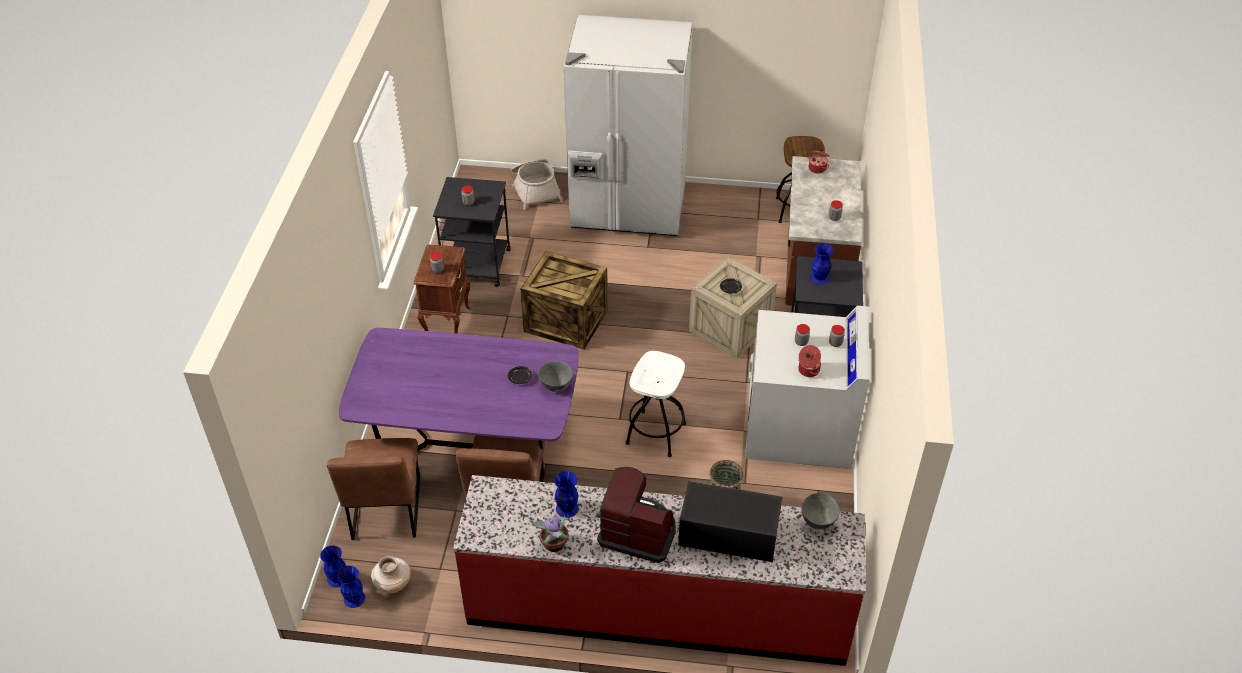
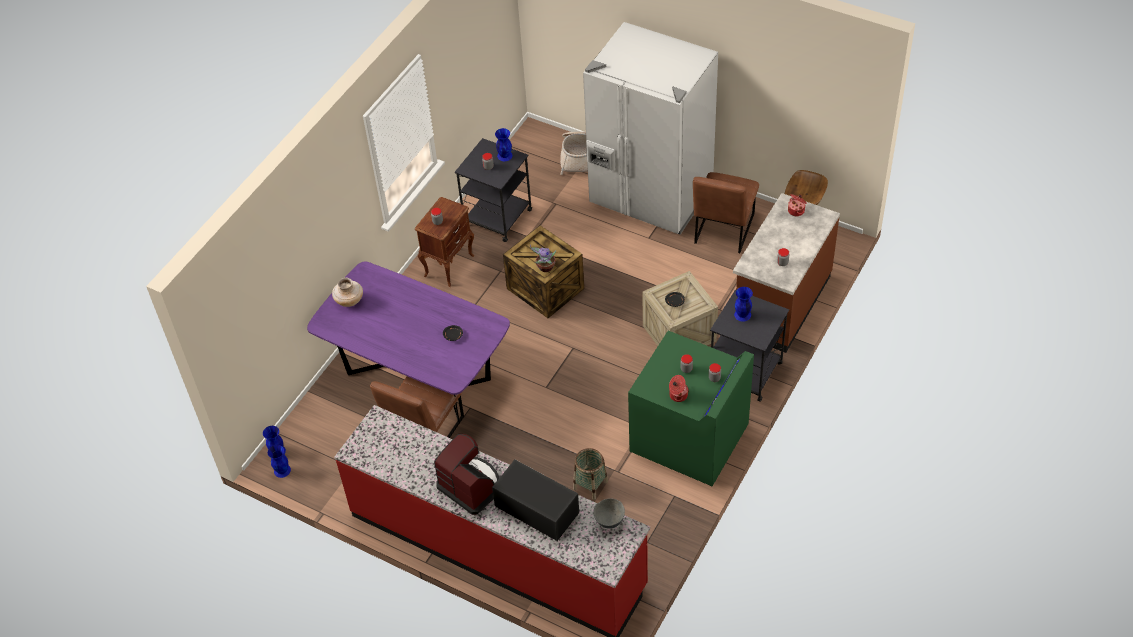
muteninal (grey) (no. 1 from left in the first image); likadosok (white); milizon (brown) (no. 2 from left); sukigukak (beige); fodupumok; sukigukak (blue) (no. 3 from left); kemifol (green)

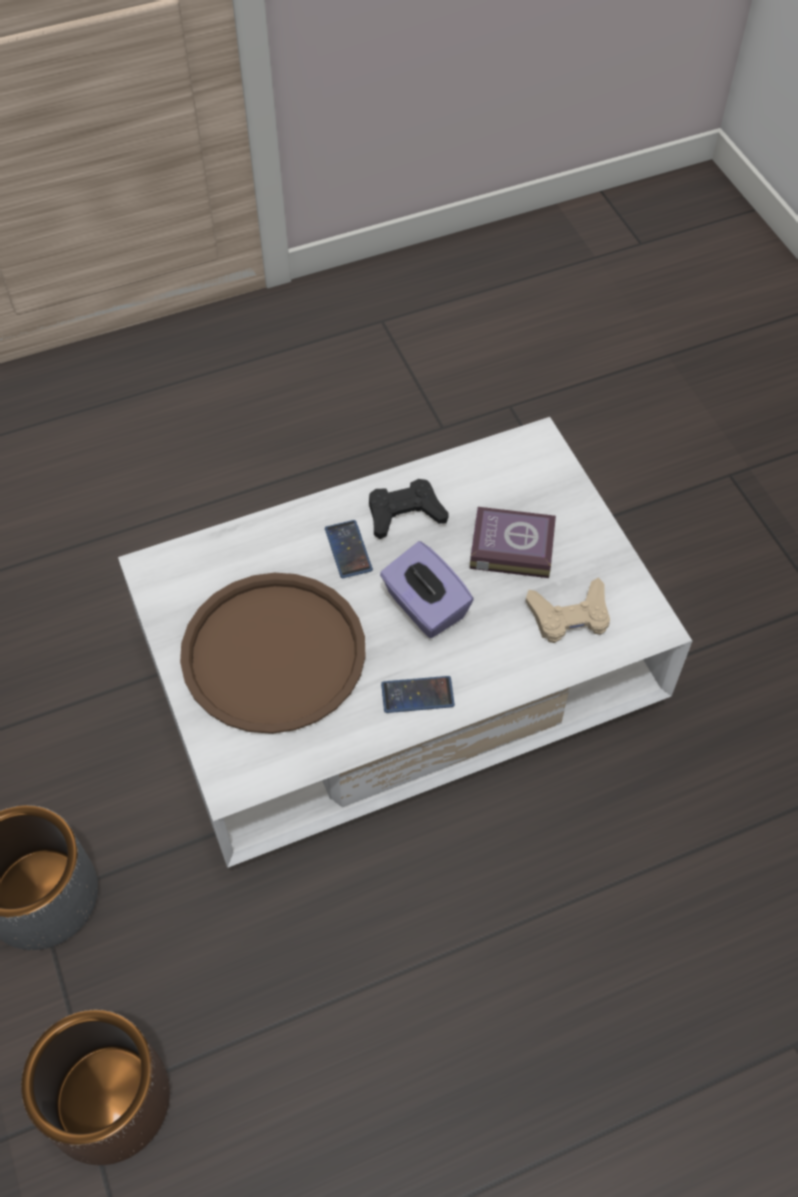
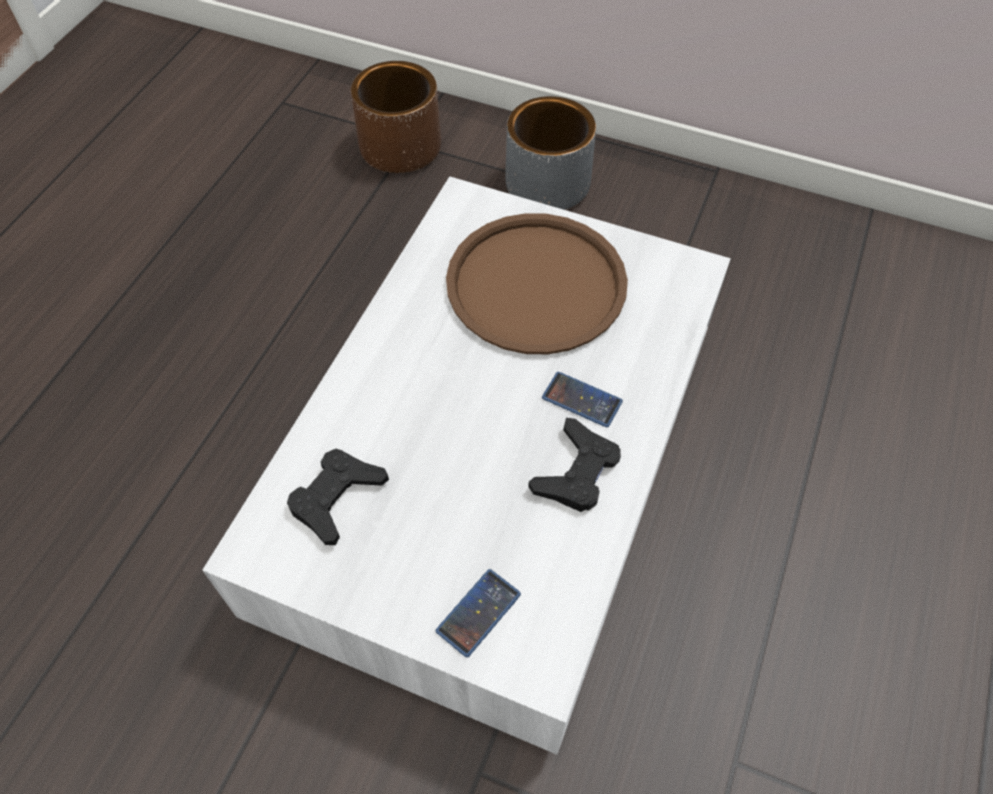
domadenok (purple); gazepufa; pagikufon (no. 1 from left); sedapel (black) (no. 1 from left)

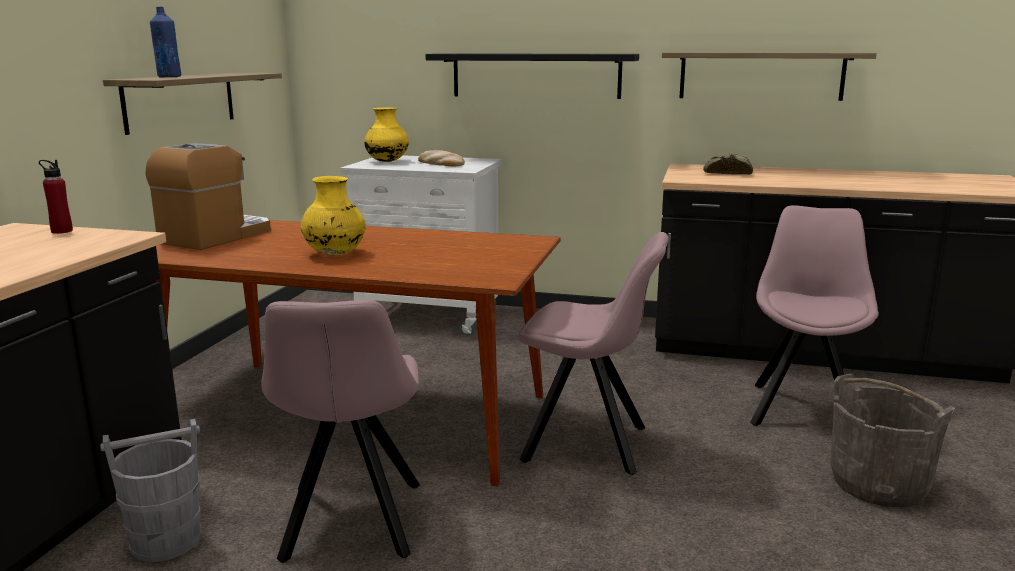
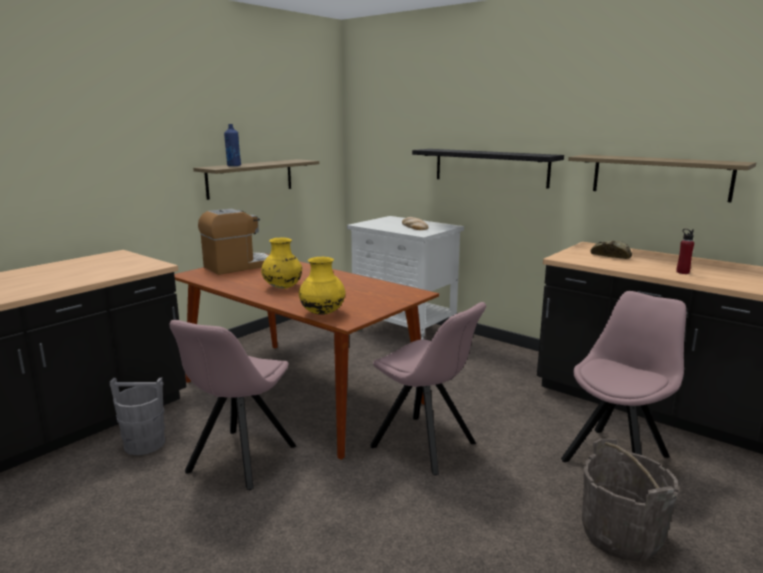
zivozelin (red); sukigukak (yellow) (no. 2 from left)

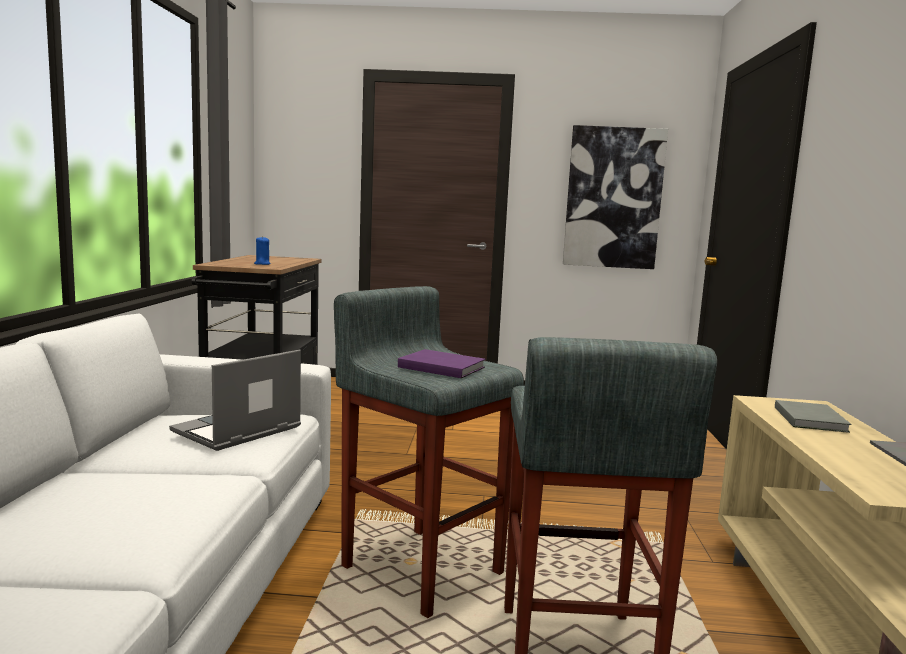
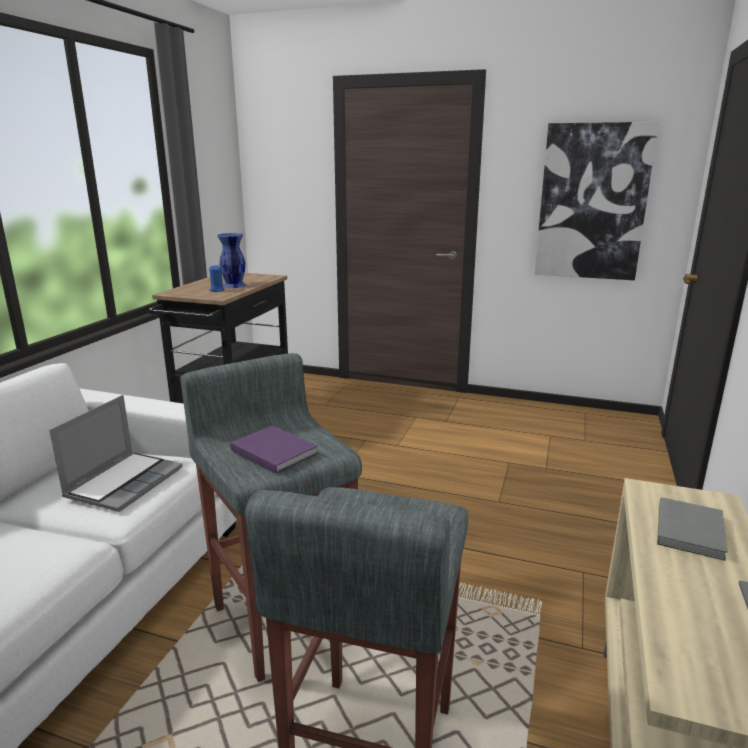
sukigukak (blue); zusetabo

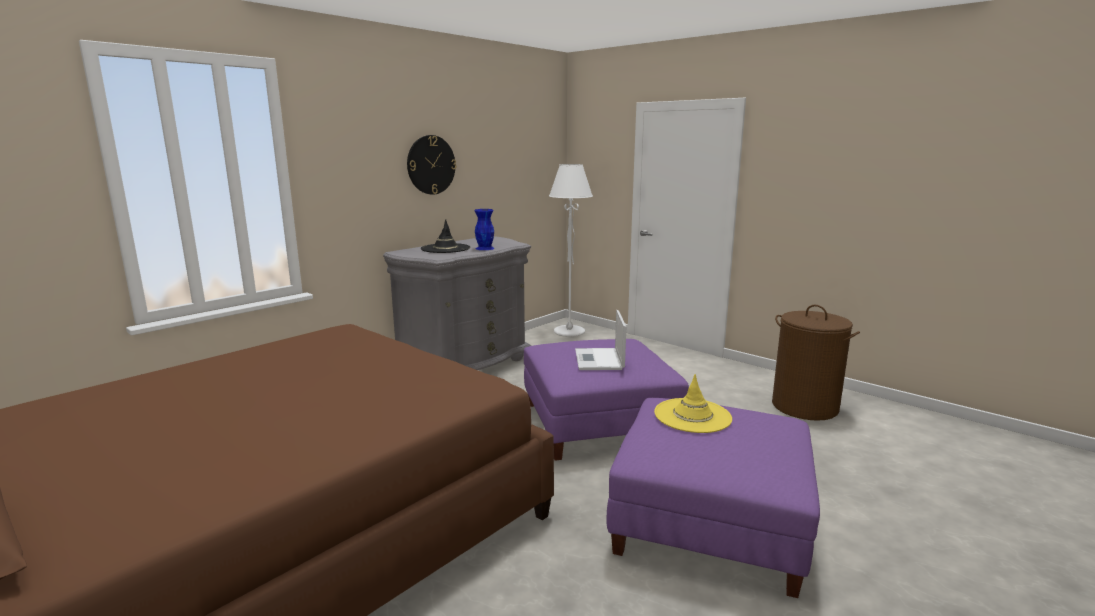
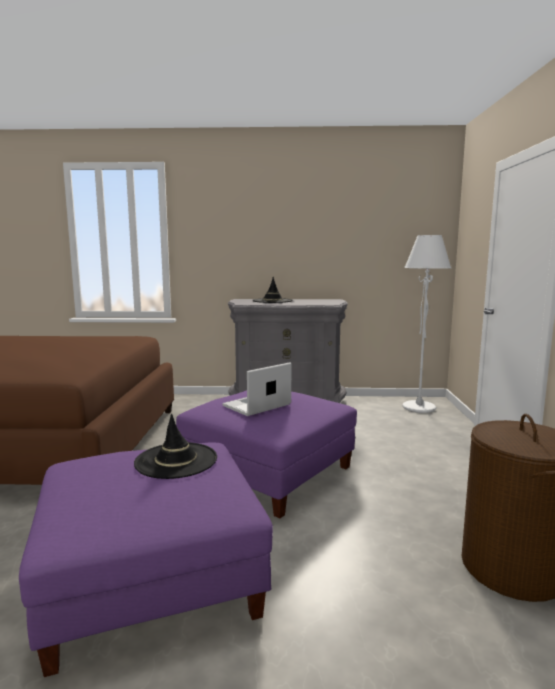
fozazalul; sukigukak (blue); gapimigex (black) (no. 1 from left)

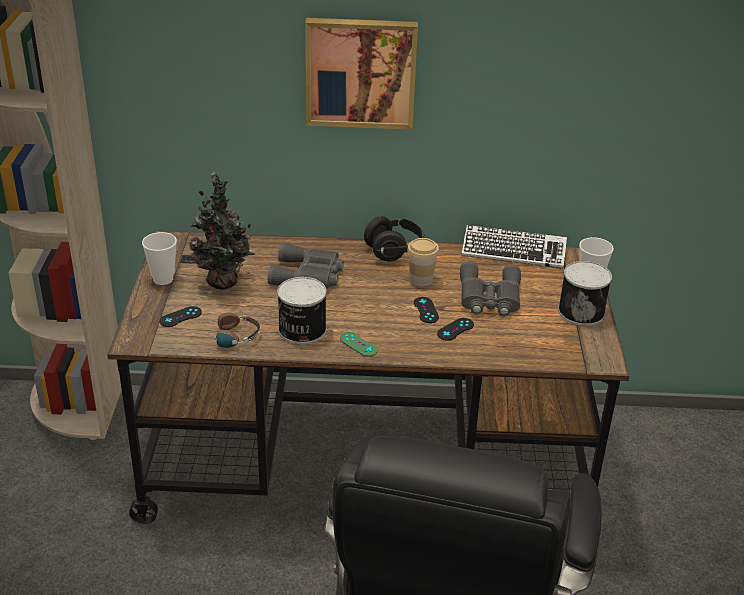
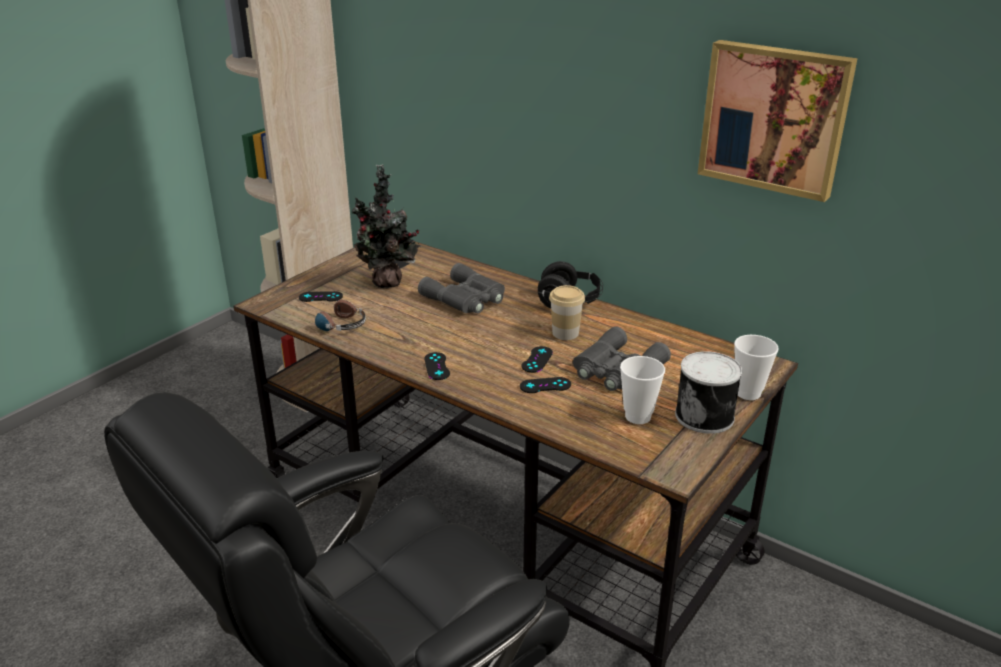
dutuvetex (no. 1 from left in the first image); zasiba; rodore (no. 2 from left); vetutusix; sedapel (black) (no. 2 from left)

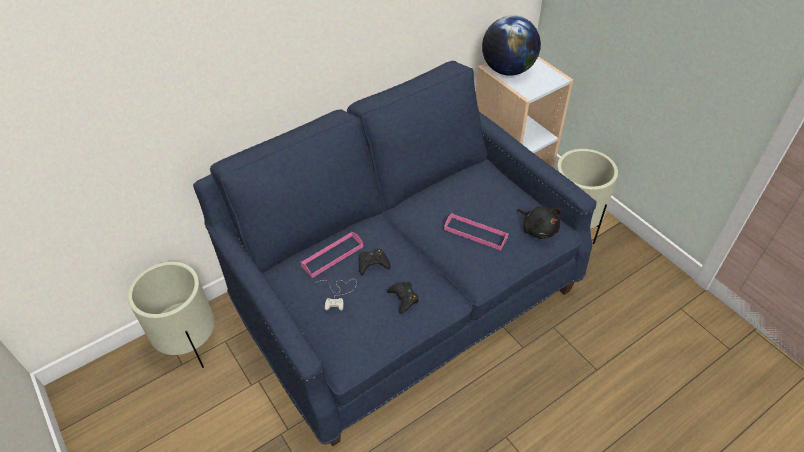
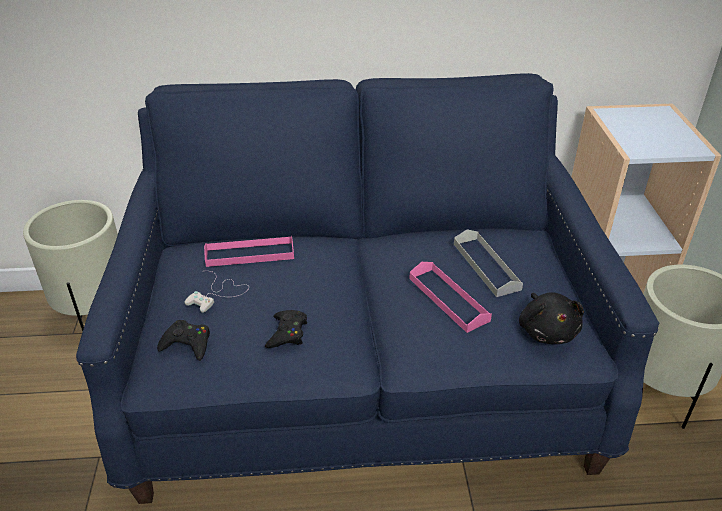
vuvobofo; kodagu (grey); sedapel (black) (no. 1 from left)

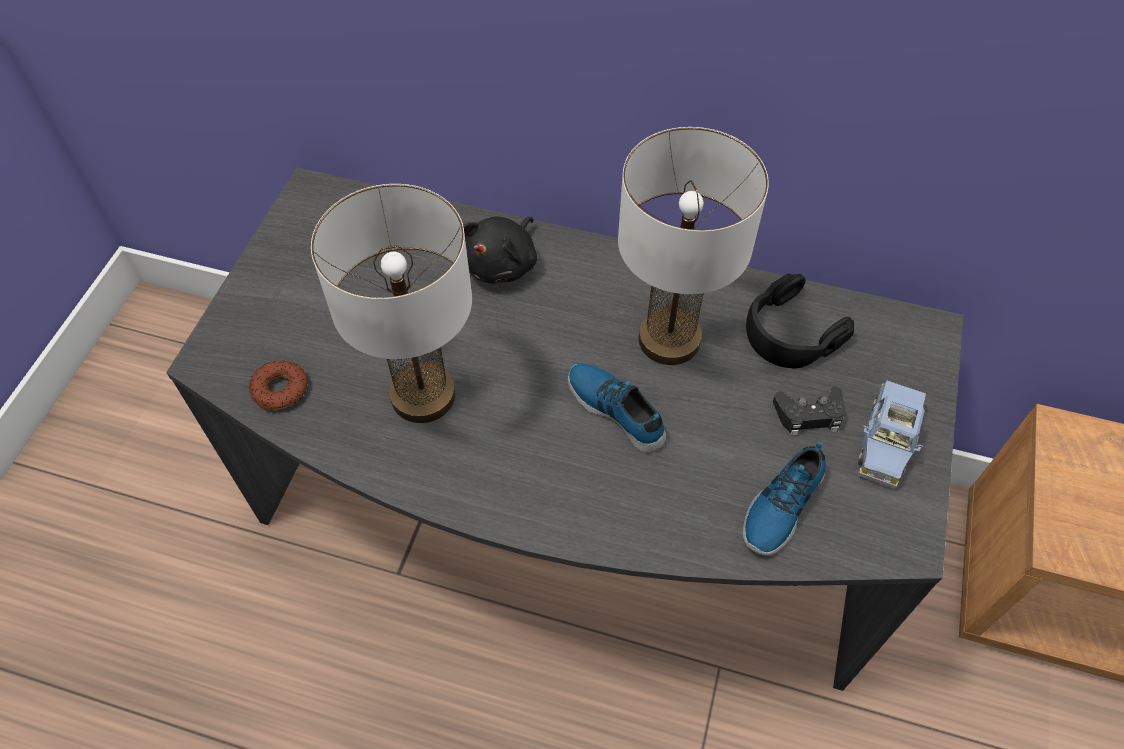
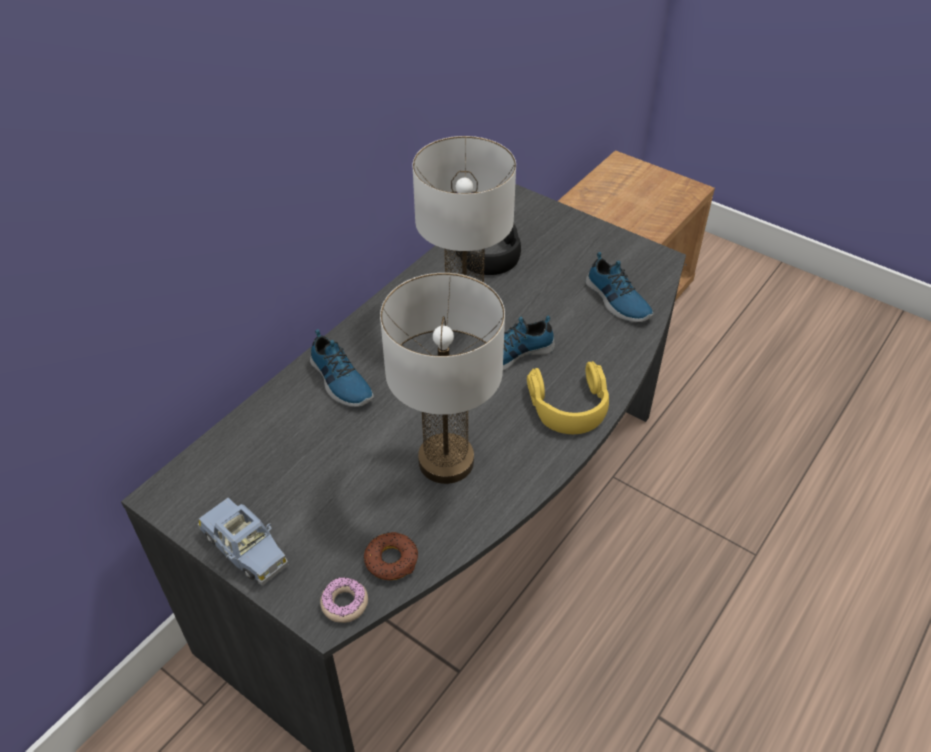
sedapel (black); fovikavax (no. 1 from left); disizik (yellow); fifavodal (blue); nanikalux (no. 1 from left)

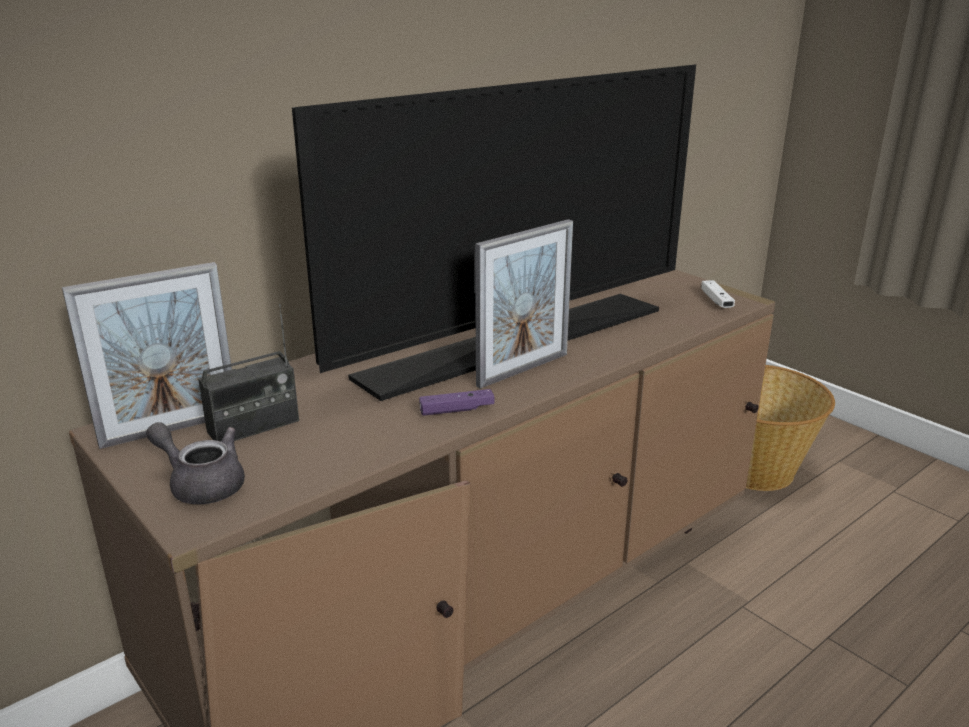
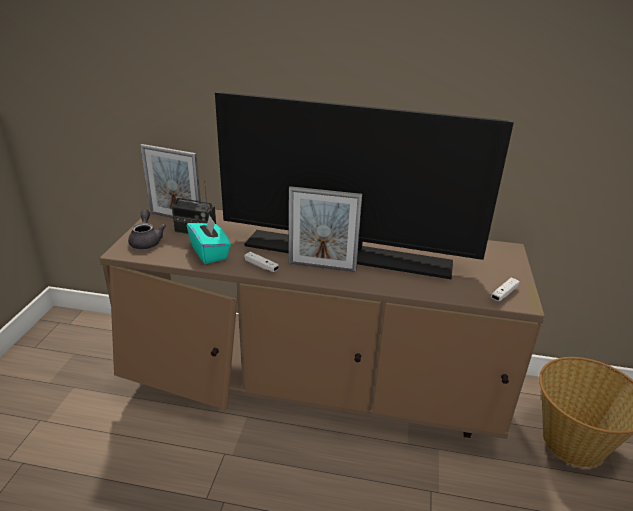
domadenok (turquoise); sedapel (white) (no. 1 from left)

